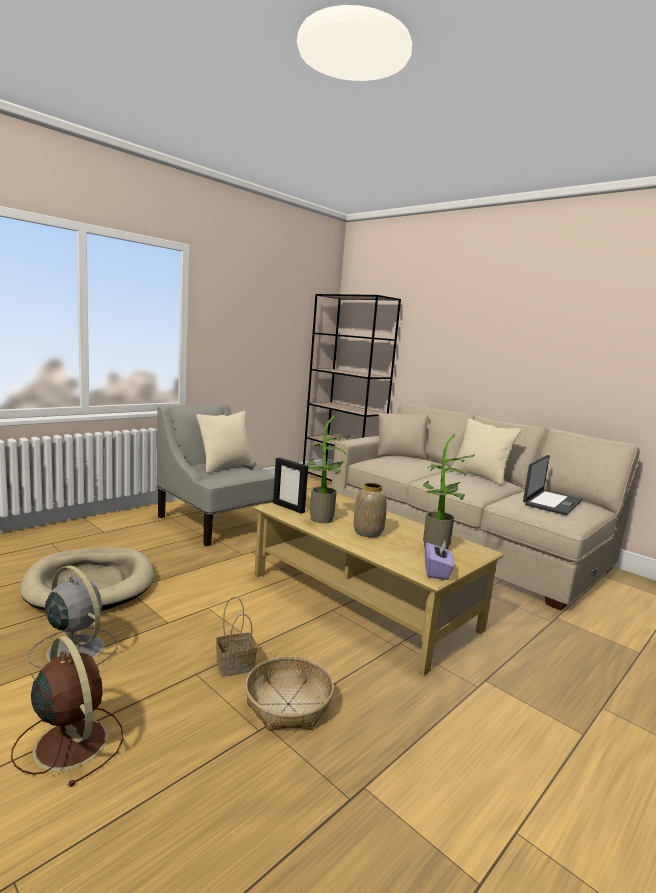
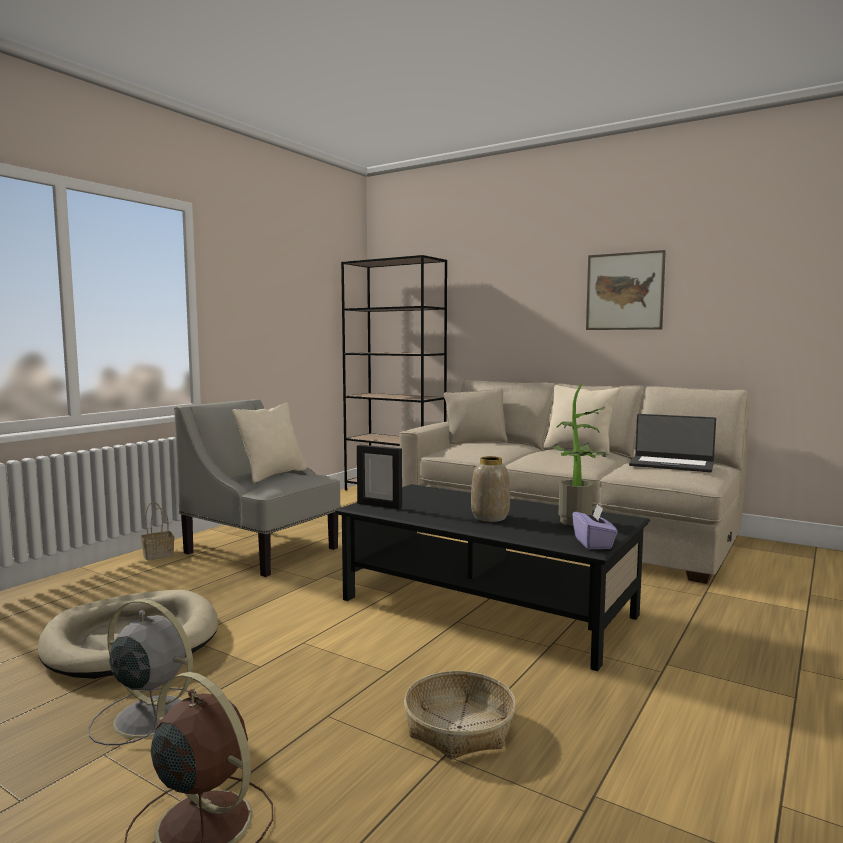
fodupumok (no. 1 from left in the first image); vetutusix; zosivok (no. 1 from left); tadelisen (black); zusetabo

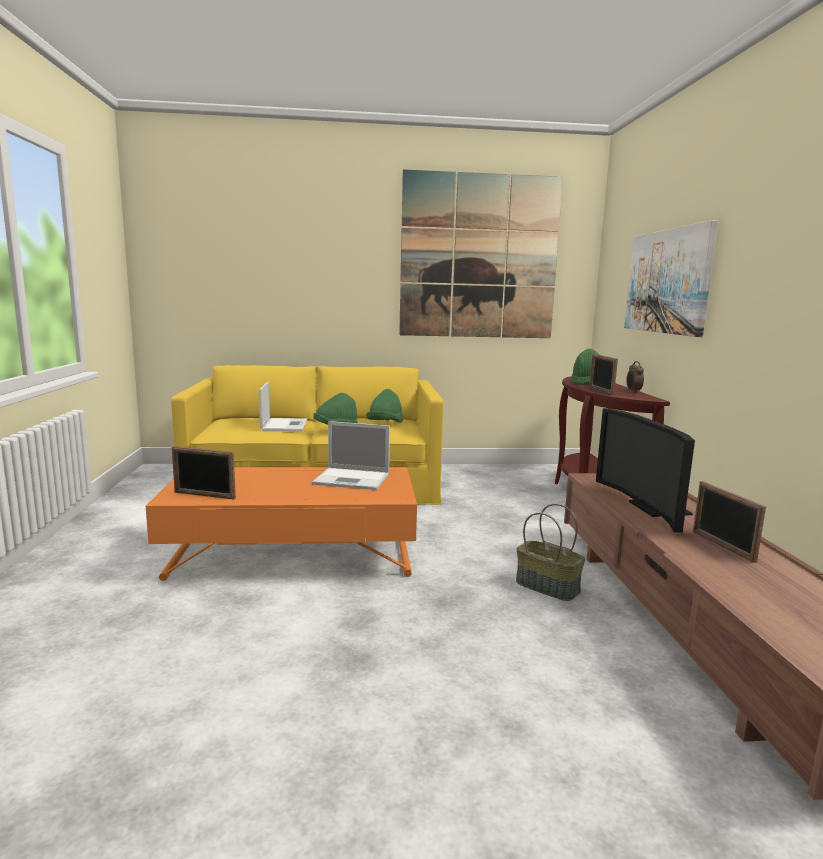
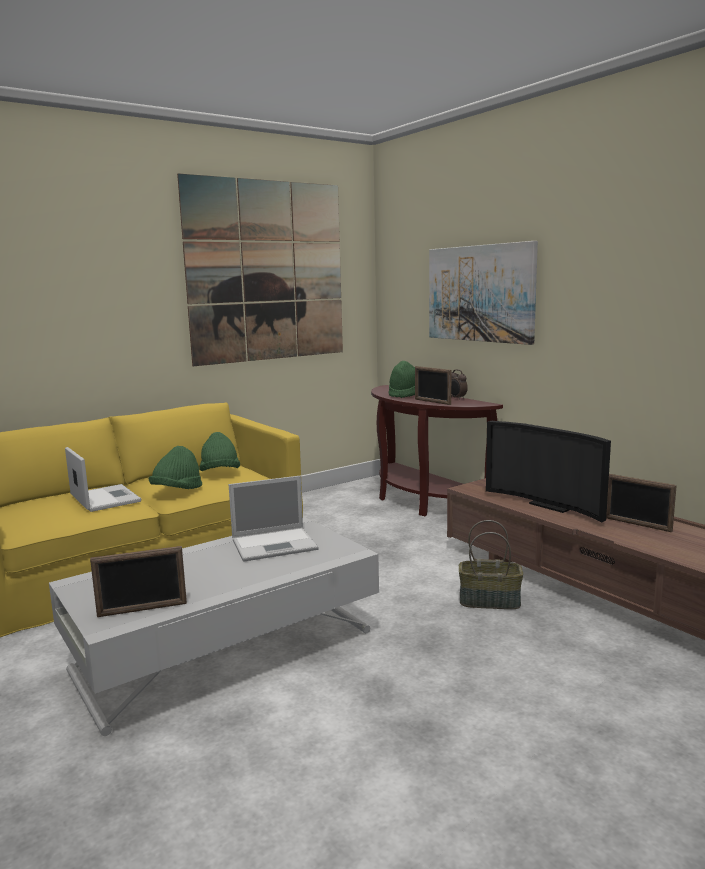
tadelisen (white)

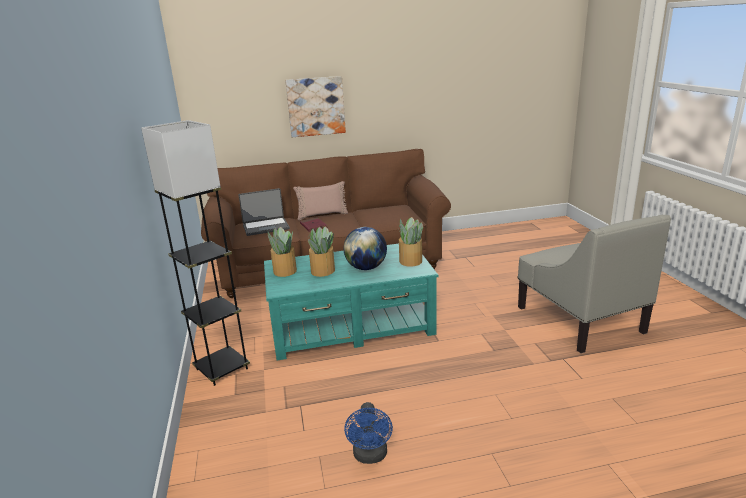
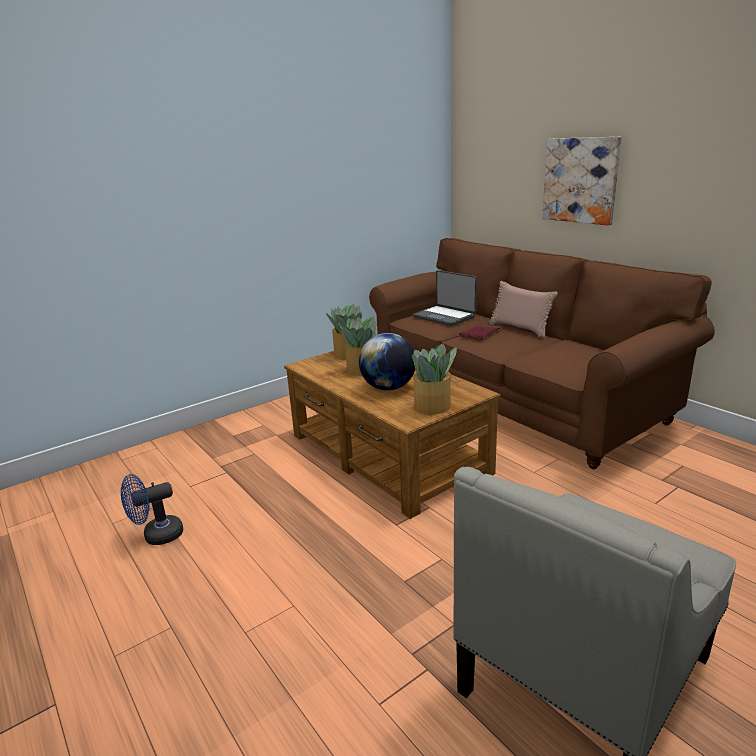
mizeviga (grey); tadelisen (brown)

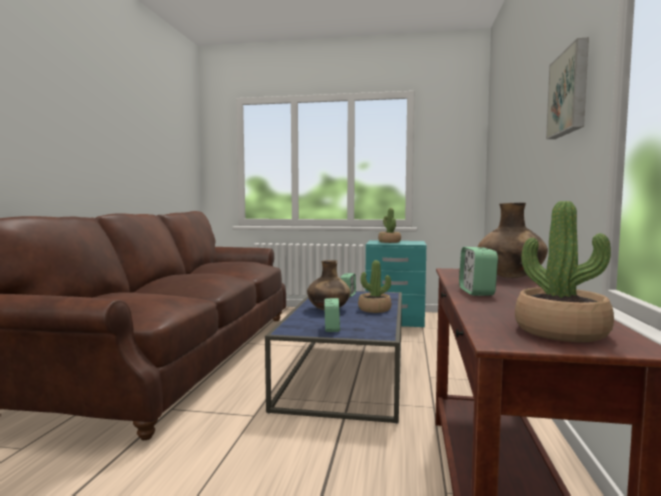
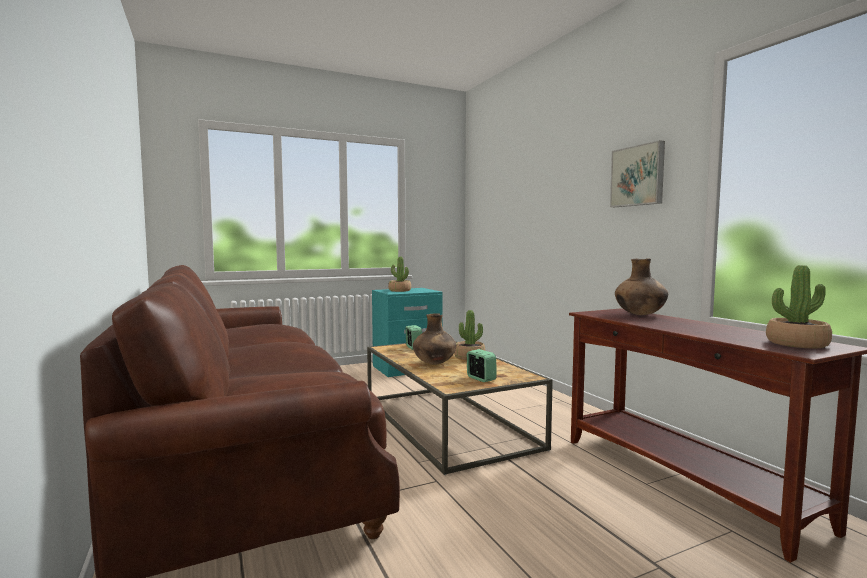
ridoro (no. 3 from left in the first image); tadelisen (brown)

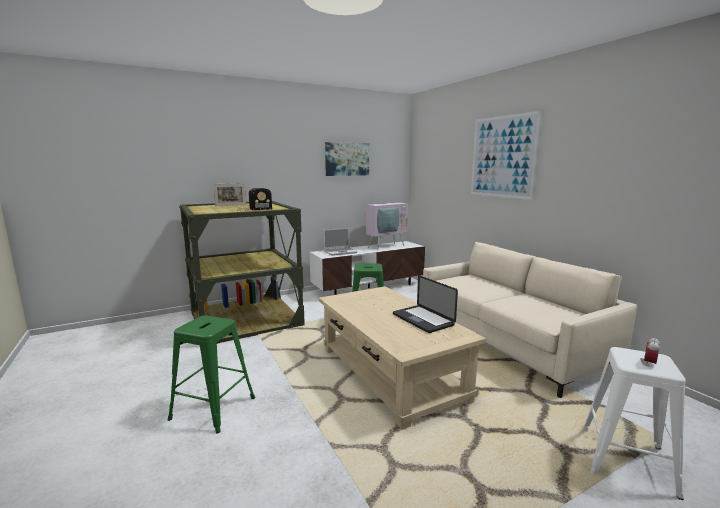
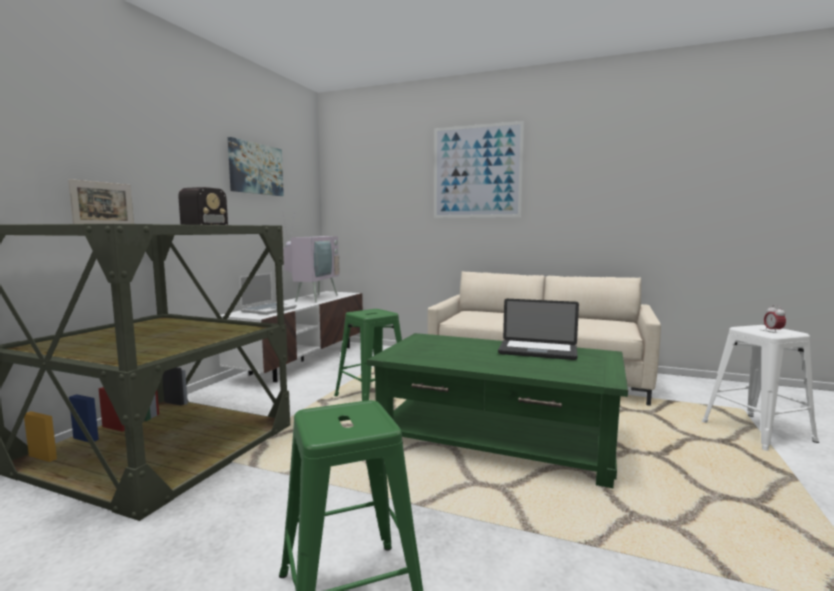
tadelisen (green)

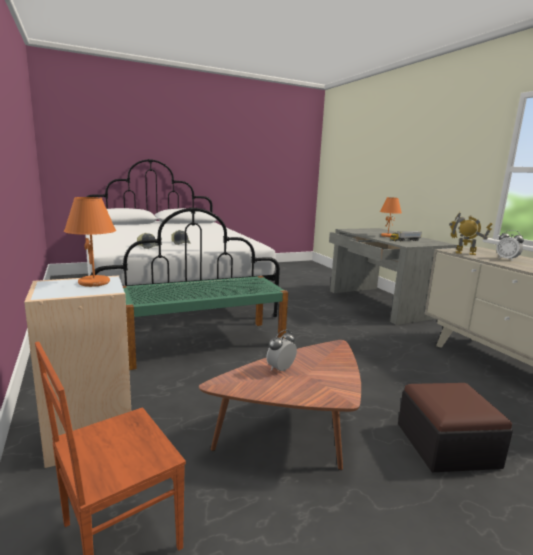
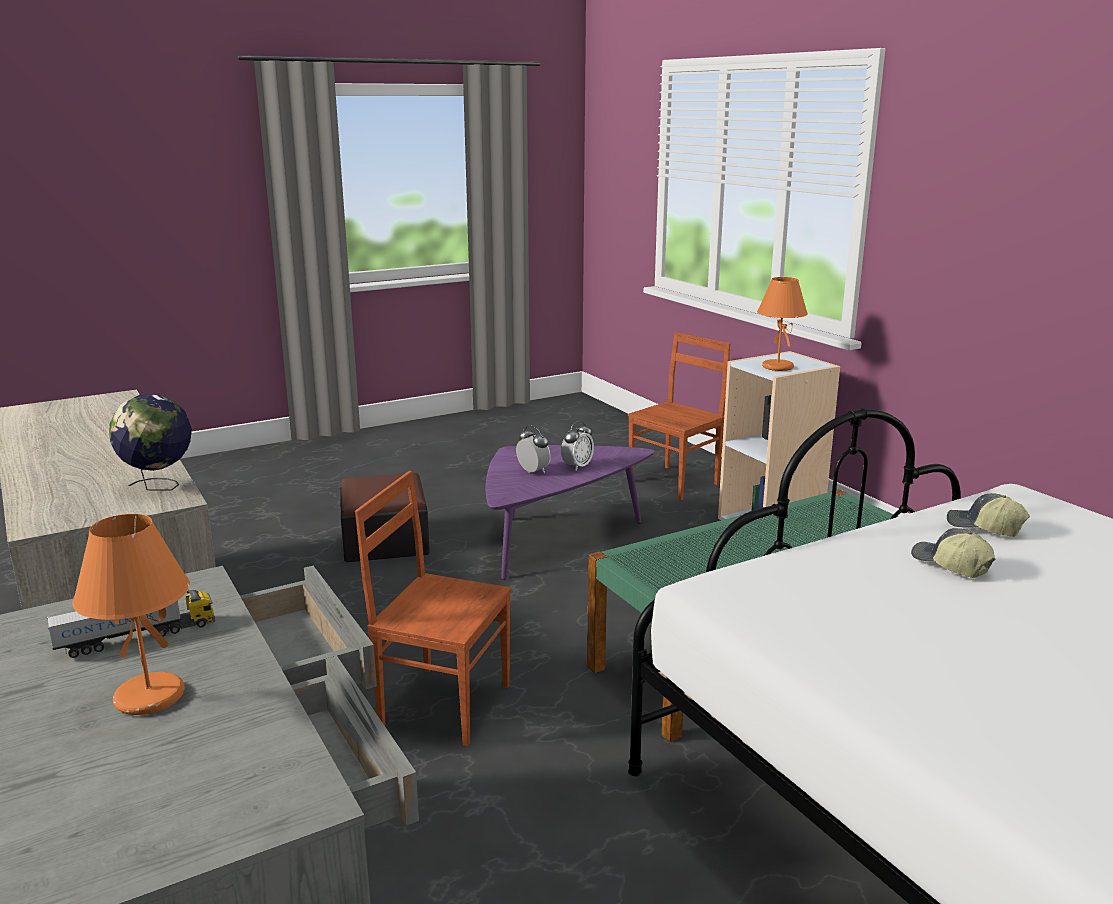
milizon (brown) (no. 1 from left); ridoro (no. 1 from left); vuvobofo; tadelisen (purple)

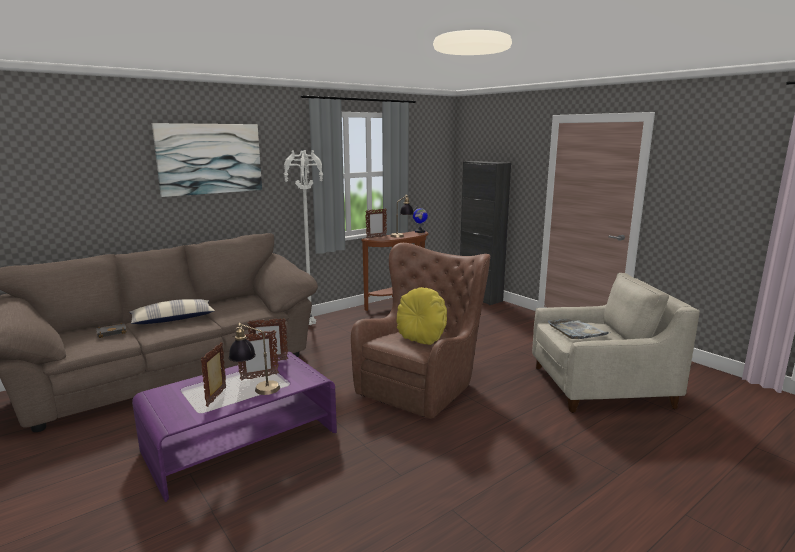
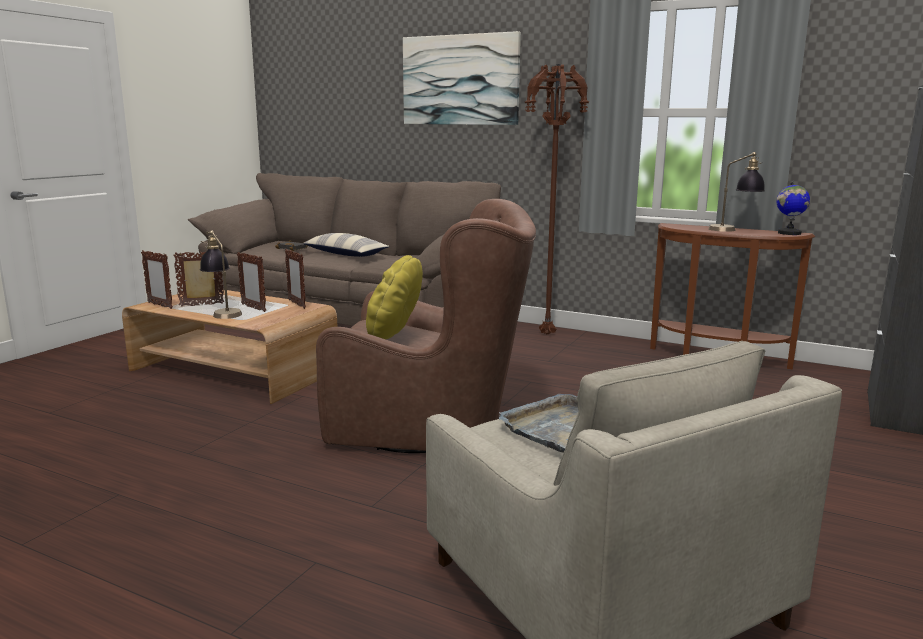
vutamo (no. 1 from left); tadelisen (brown); mizeviga (brown)

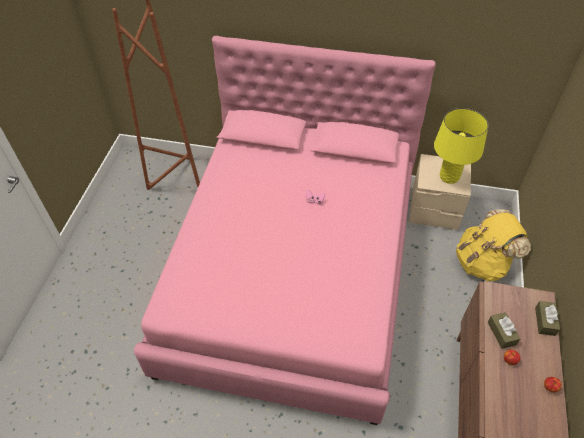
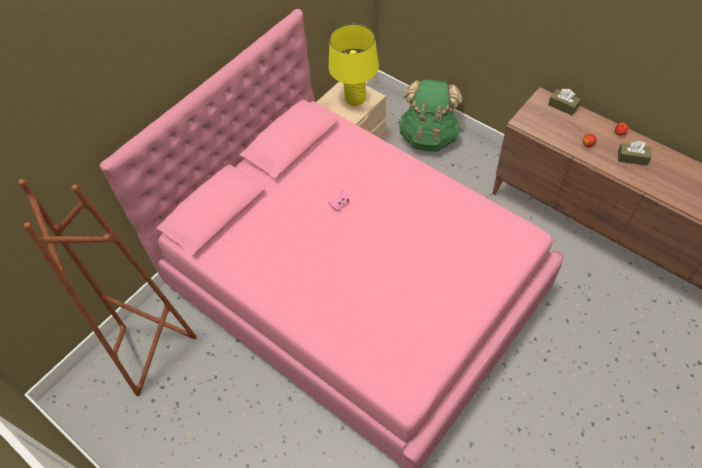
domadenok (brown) (no. 2 from left); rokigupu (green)

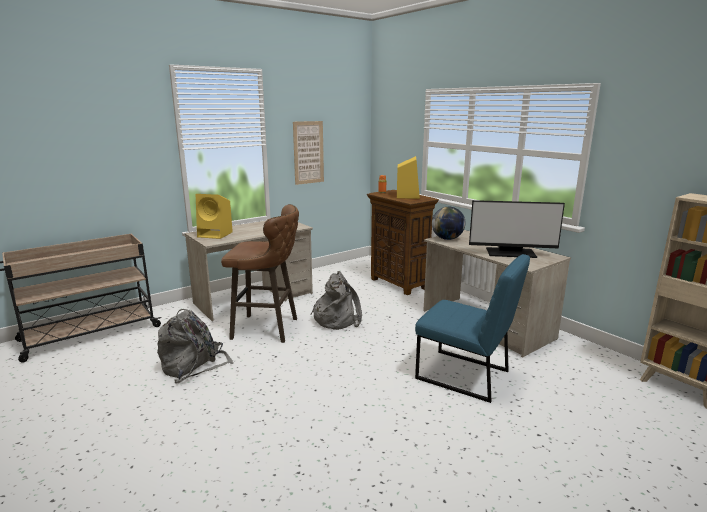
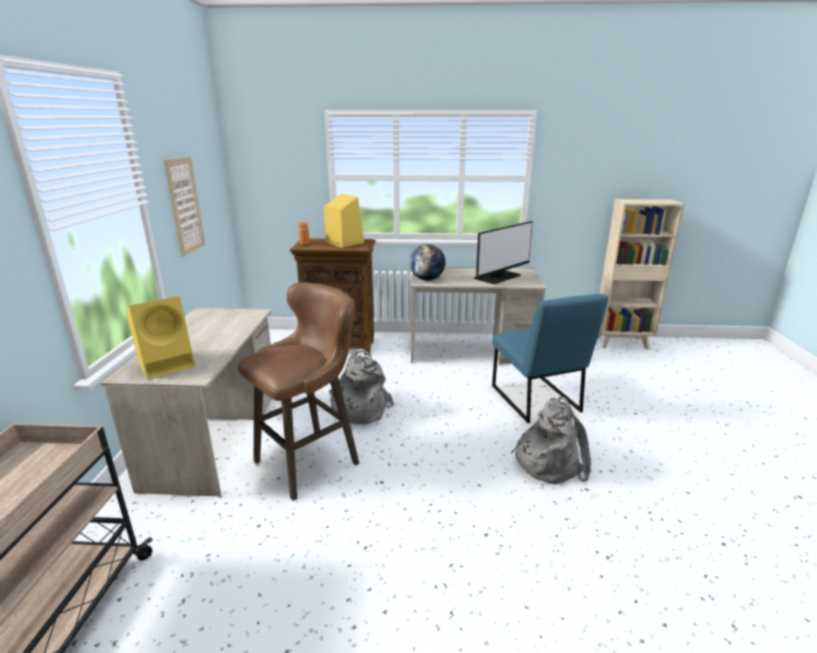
rokigupu (grey) (no. 2 from left); milizon (blue)

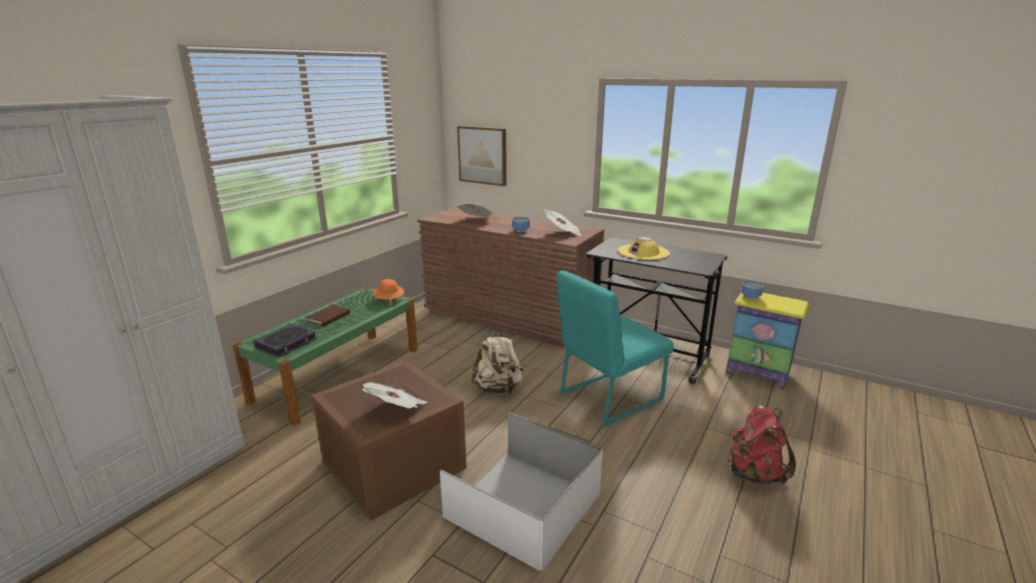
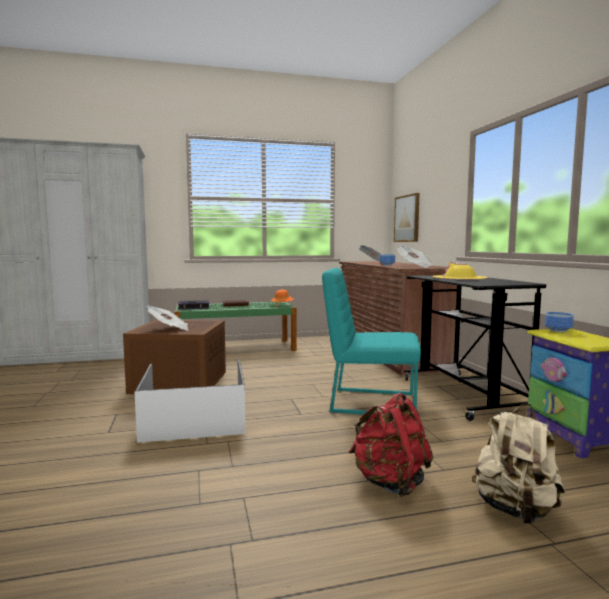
rokigupu (beige)

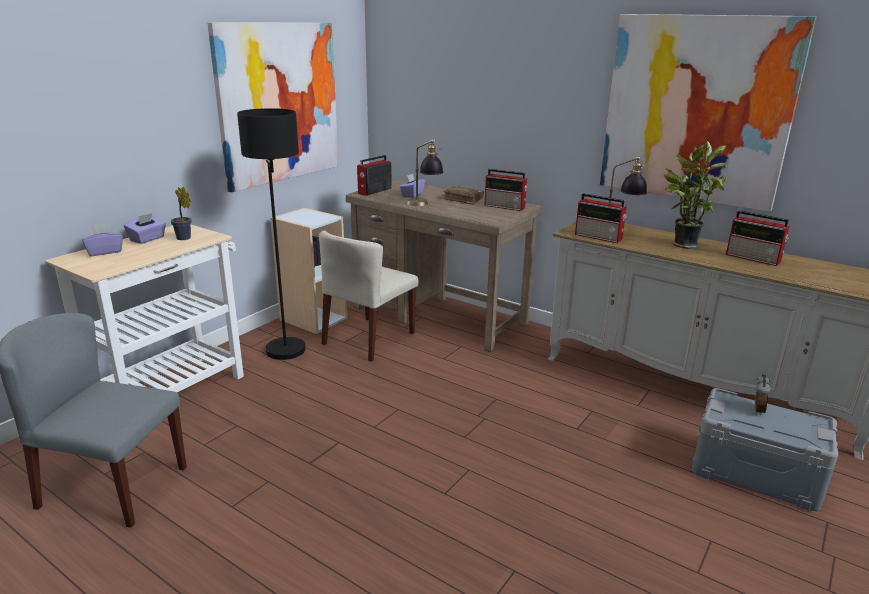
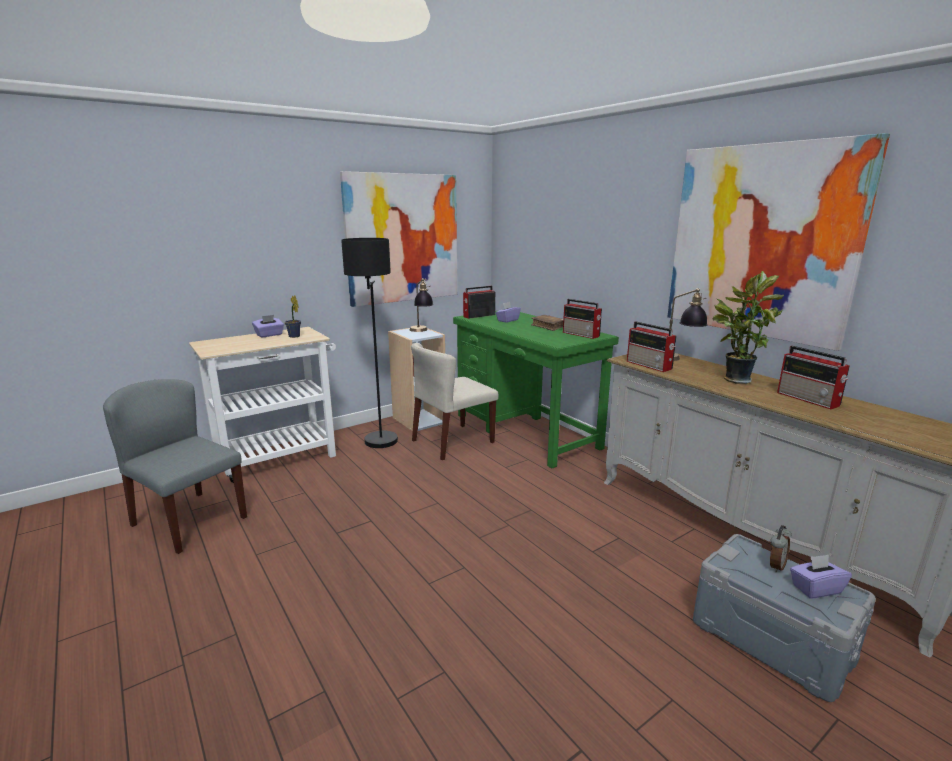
domadenok (purple) (no. 3 from left); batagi (no. 1 from left); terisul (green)

